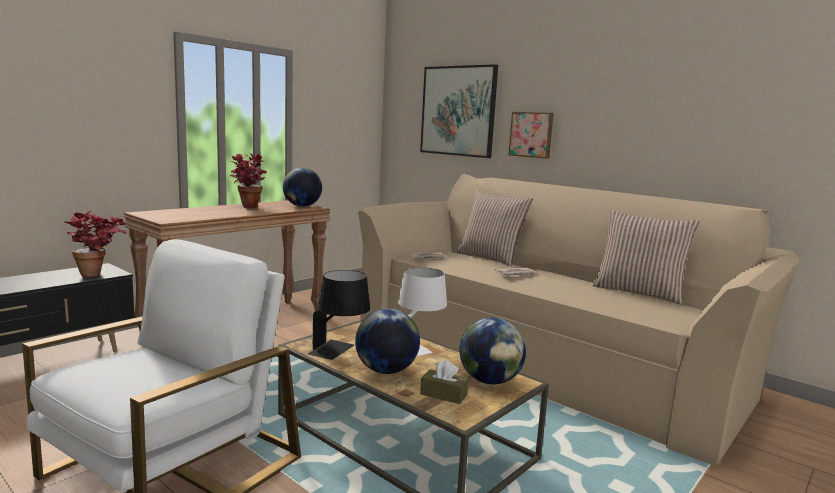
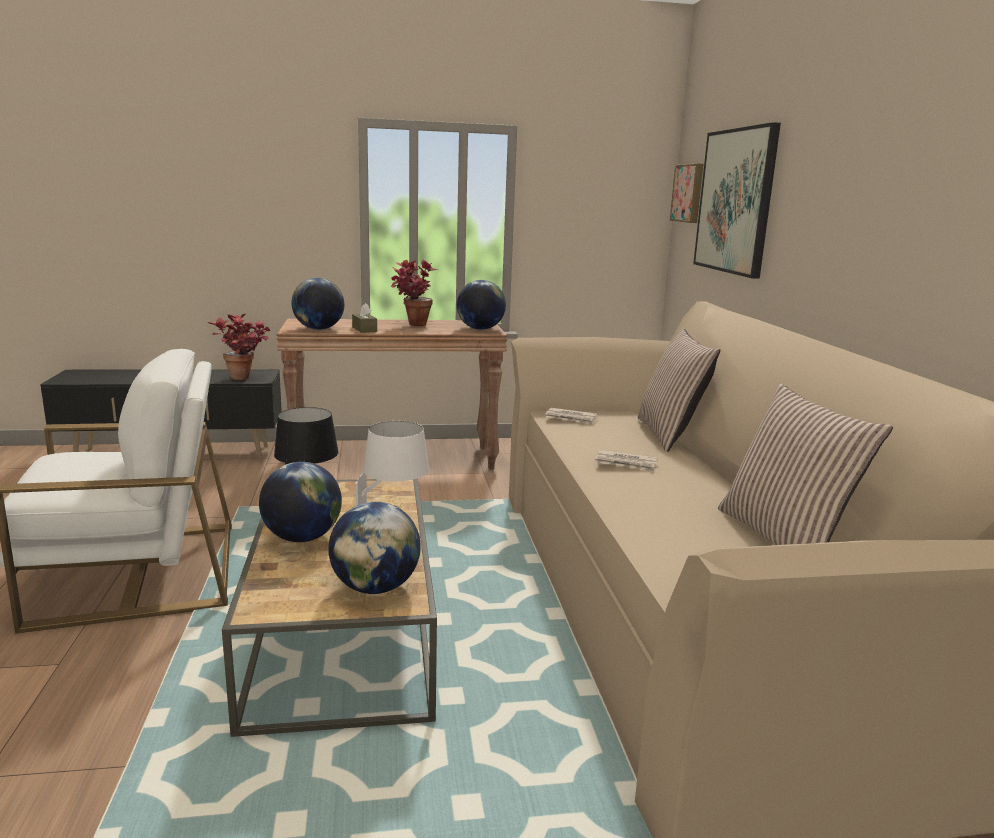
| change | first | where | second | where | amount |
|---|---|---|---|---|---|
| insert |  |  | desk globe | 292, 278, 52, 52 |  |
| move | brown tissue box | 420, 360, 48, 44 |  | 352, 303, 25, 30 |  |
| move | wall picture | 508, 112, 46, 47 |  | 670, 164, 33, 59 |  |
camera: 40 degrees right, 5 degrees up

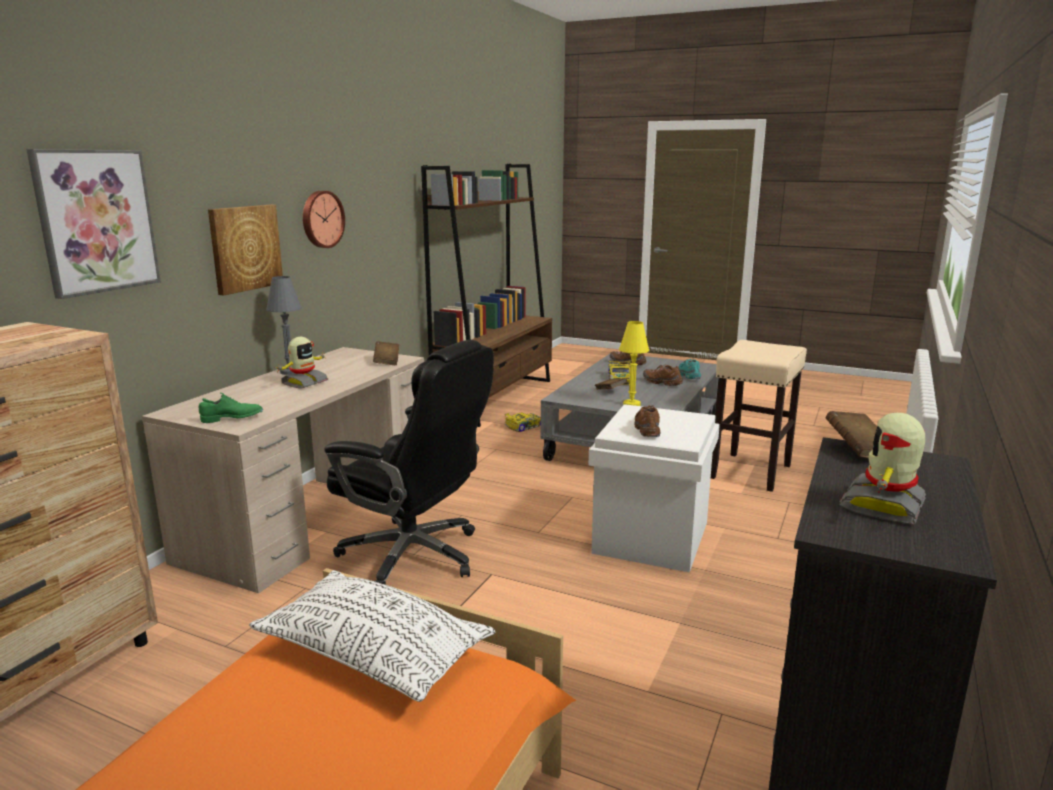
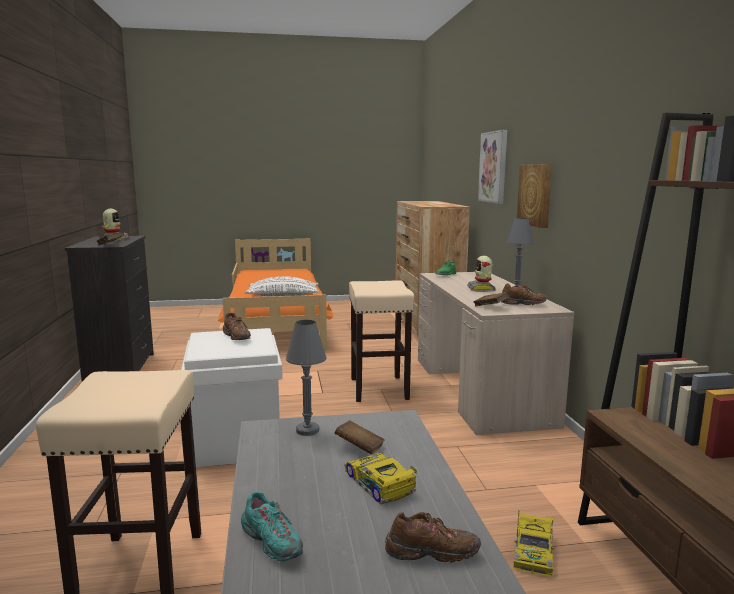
| change | first | where | second | where | amount |
|---|---|---|---|---|---|
| delete | hanging clock | 303, 191, 42, 57 |  |  |  |
| move | brown item of footwear | 643, 364, 40, 22 |  | 501, 283, 46, 22 |  |
| replace | black-coloured office chair | 324, 340, 170, 245 | sand-coloured stool | 349, 280, 65, 122 |  |
| recolor | yellowish tabletop lamp | 619, 321, 30, 85 | grey tabletop lamp | 286, 320, 41, 116 |  |
camera: 145 degrees right, 5 degrees down

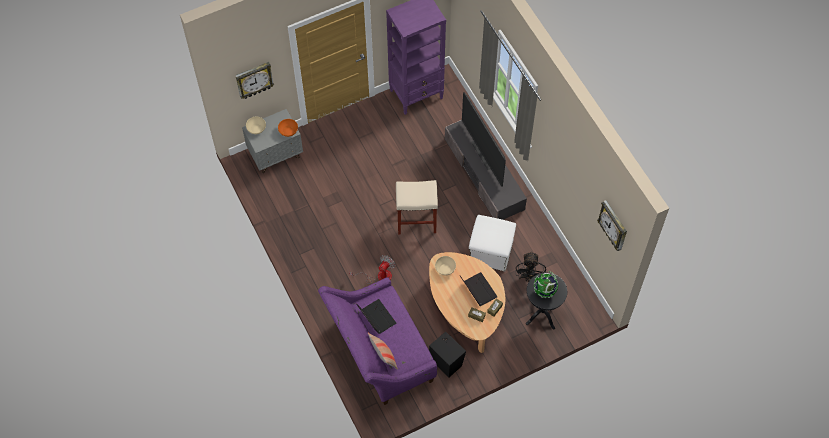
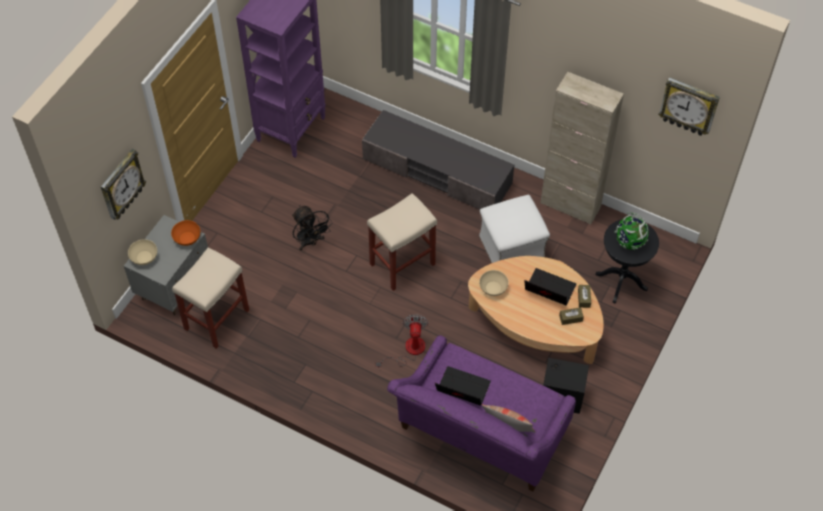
| change | first | where | second | where | amount |
|---|---|---|---|---|---|
| delete | television | 462, 92, 44, 95 |  |  |  |
| insert |  |  | sand-coloured stool | 172, 247, 77, 102 |  |
| insert |  |  | sand-coloured cabinet | 540, 72, 84, 153 |  |
| move | black-coloured electric fan | 516, 251, 30, 31 |  | 292, 205, 41, 45 |  |
camera: 35 degrees left, 5 degrees down

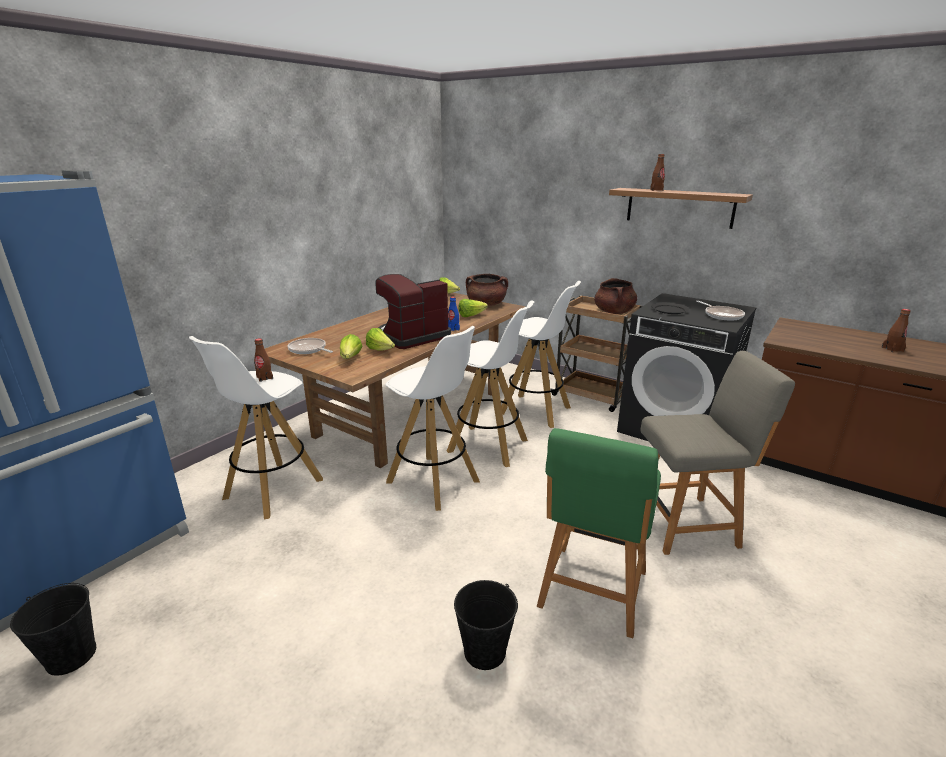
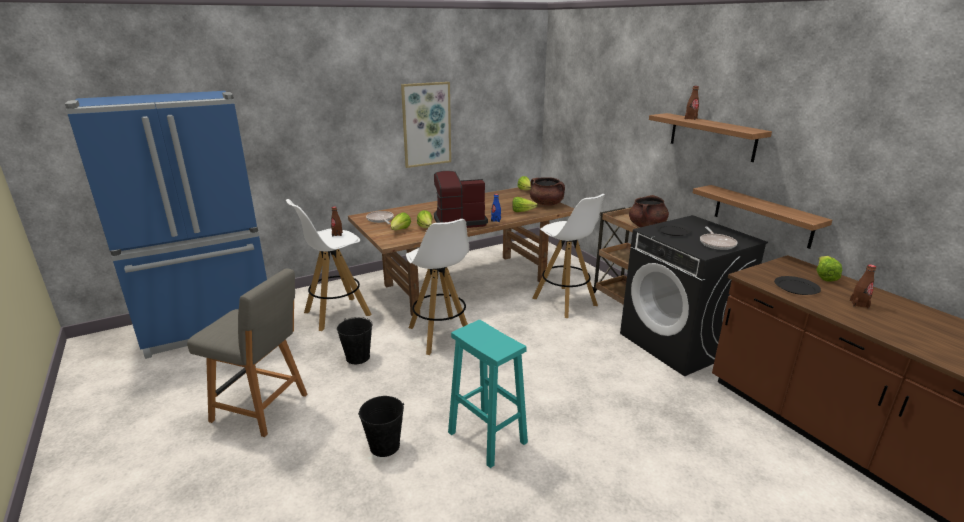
| change | first | where | second | where | amount |
|---|---|---|---|---|---|
| delete | white stool | 447, 300, 87, 167 |  |  |  |
| insert |  |  | wall picture | 401, 82, 50, 86 |  |
| insert |  |  | wall shelf | 693, 185, 139, 64 |  |
| insert |  |  | black-coloured flat dish | 774, 276, 47, 19 |  |
| insert |  |  | lettuce head | 816, 256, 26, 26 |  |
| move | black-coloured pail | 10, 583, 86, 93 |  | 337, 317, 36, 47 |  |
| move | grey plain chair | 640, 351, 155, 204 |  | 187, 268, 120, 169 |  |
| replace | green plain chair | 537, 428, 124, 210 | blue-green stool | 448, 320, 80, 148 |  |
camera: 25 degrees right, 0 degrees up

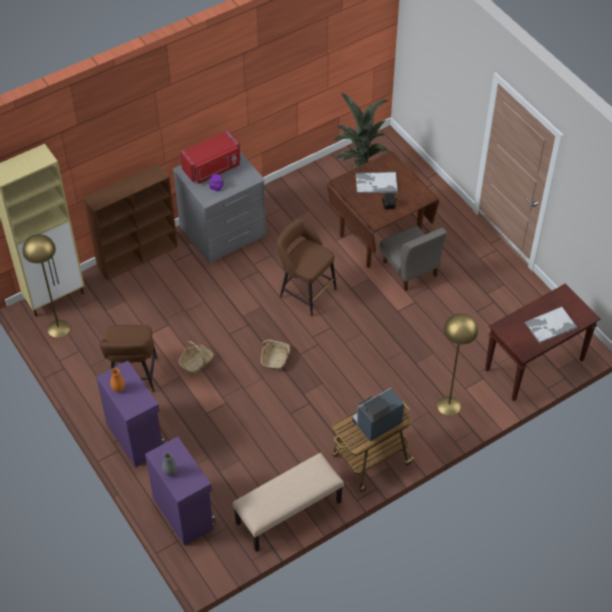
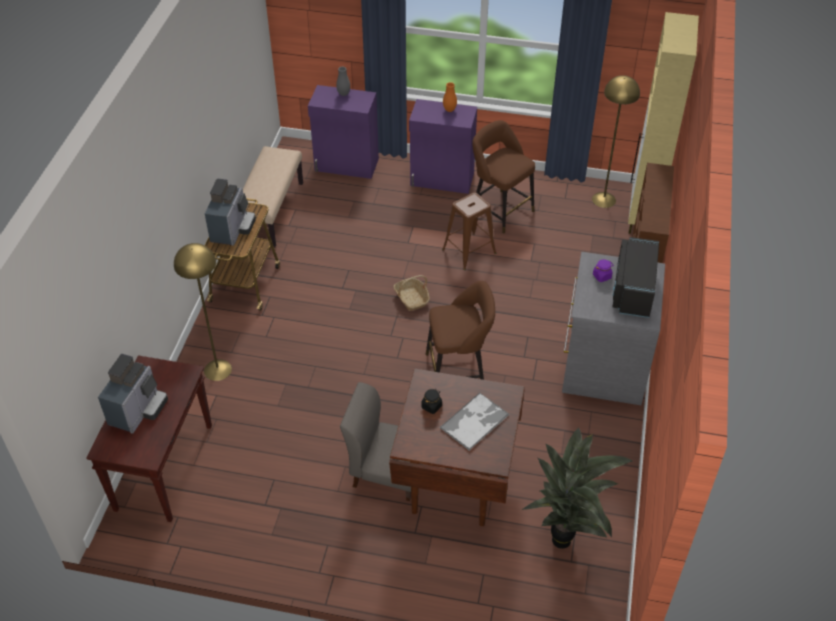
| change | first | where | second | where | amount |
|---|---|---|---|---|---|
| replace | household basket | 178, 341, 36, 34 | brown stool | 442, 192, 54, 78 |  |
| replace | carrying tray | 524, 306, 53, 37 | coffee brewer | 98, 354, 70, 80 |  |
| recolor | reddish microwave | 180, 130, 61, 54 | black-coloured microwave | 613, 237, 46, 81 |  |
camera: 135 degrees right, 5 degrees down

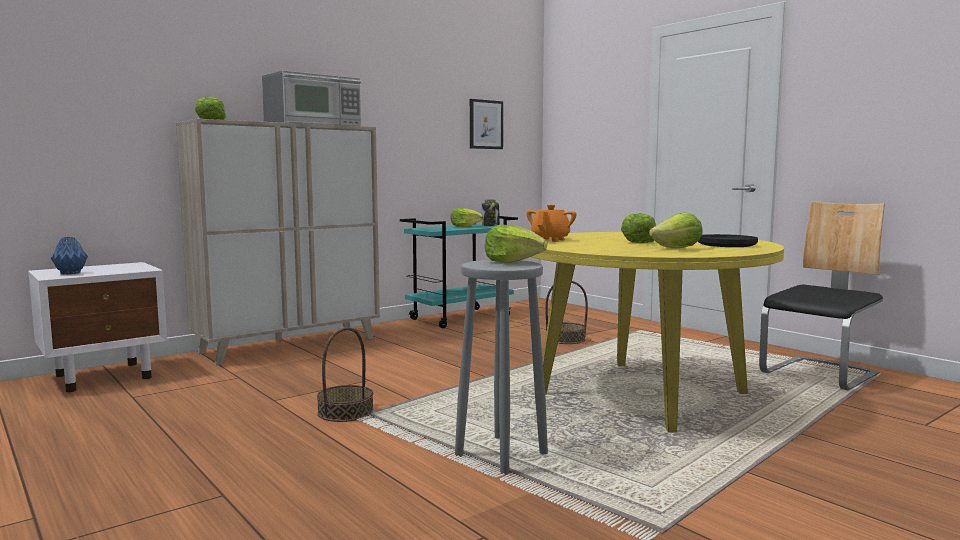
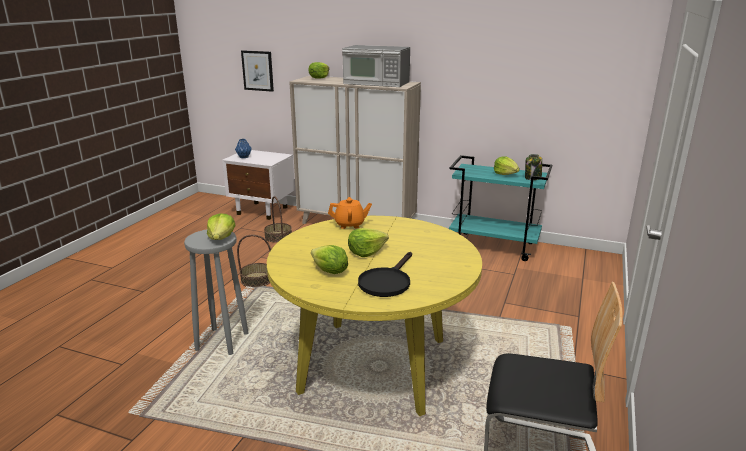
| change | first | where | second | where | amount |
|---|---|---|---|---|---|
| move | wall picture | 470, 99, 33, 50 |  | 241, 50, 33, 42 |  |
| move | household basket | 545, 281, 43, 63 |  | 264, 196, 28, 47 |  |
camera: 60 degrees right, 15 degrees up

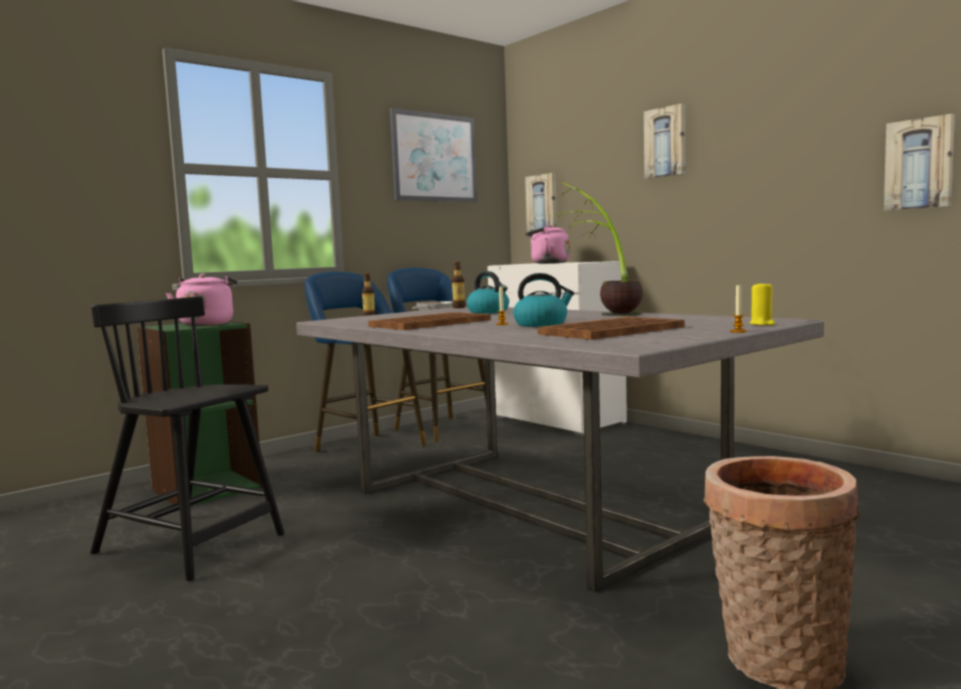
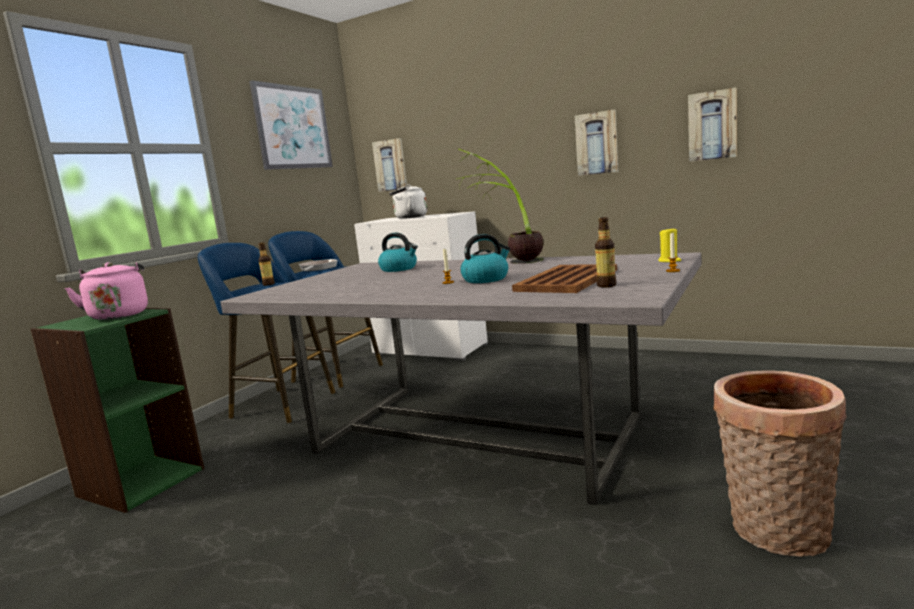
| change | first | where | second | where | amount |
|---|---|---|---|---|---|
| delete | black-coloured plain chair | 90, 296, 194, 285 |  |  |  |
| delete | brown carrying tray | 368, 312, 123, 18 |  |  |  |
| move | drink bottle | 452, 262, 13, 46 |  | 595, 217, 21, 71 |  |
| move | wall picture | 644, 103, 42, 76 |  | 575, 110, 43, 66 |  |
| recolor | pink kettle | 525, 225, 45, 39 | white kettle | 389, 184, 38, 35 |  |
camera: 20 degrees left, 5 degrees up

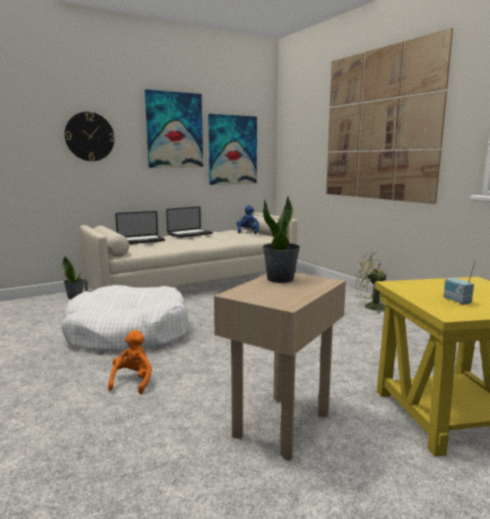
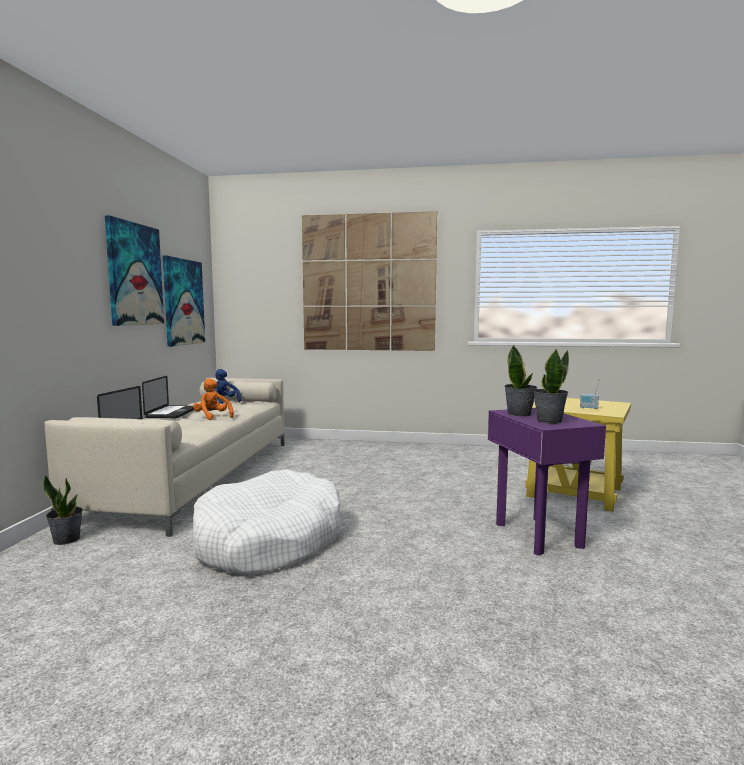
| change | first | where | second | where | amount |
|---|---|---|---|---|---|
| delete | hanging clock | 65, 112, 49, 49 |  |  |  |
| delete | green electric fan | 355, 252, 31, 62 |  |  |  |
| insert |  |  | plant in a pot | 533, 349, 36, 74 |  |
| move | orange cuddly toy | 108, 330, 44, 64 |  | 193, 379, 41, 41 |  |
| recolor | sand-coloured end table | 214, 273, 132, 187 | purple end table | 488, 408, 118, 147 |  |
camera: 50 degrees left, 5 degrees down

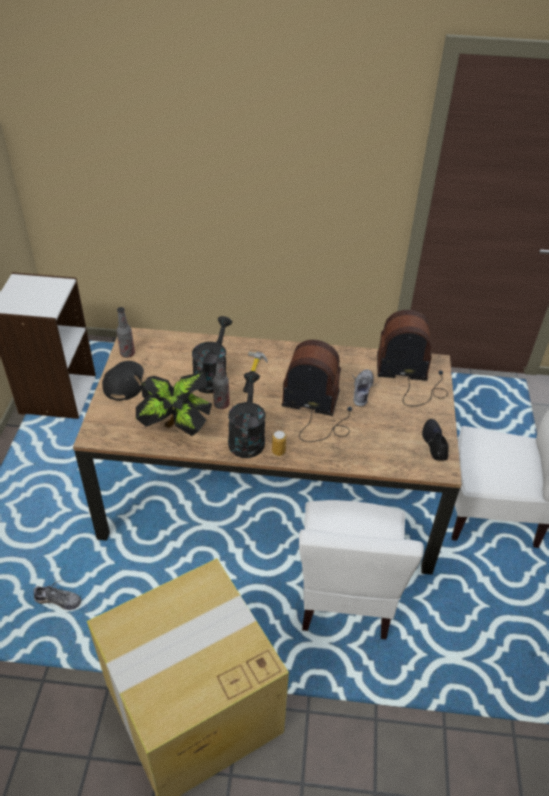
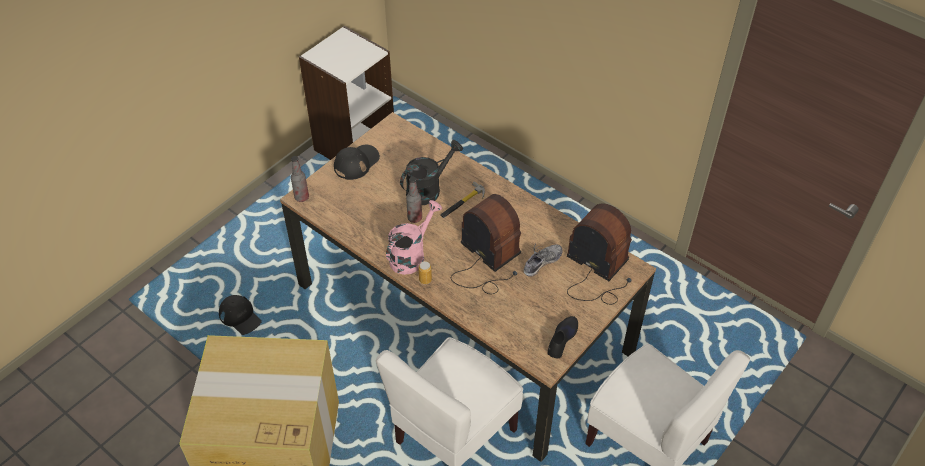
| change | first | where | second | where | amount |
|---|---|---|---|---|---|
| delete | plant in a pot | 136, 372, 76, 64 |  |  |  |
| move | drink bottle | 117, 307, 18, 51 |  | 291, 156, 18, 46 |  |
| replace | item of footwear | 34, 581, 47, 29 | black-coloured peaked cap | 219, 295, 43, 40 |  |
| recolor | black-coloured sprinkling can | 228, 372, 38, 86 | pink sprinkling can | 386, 200, 56, 75 |  |
camera: 35 degrees right, 5 degrees up

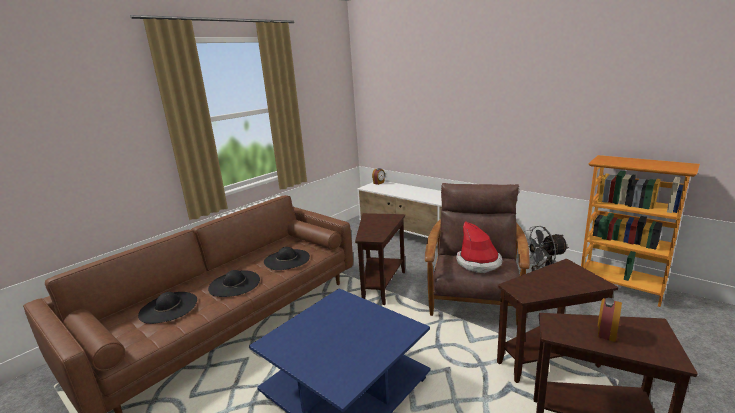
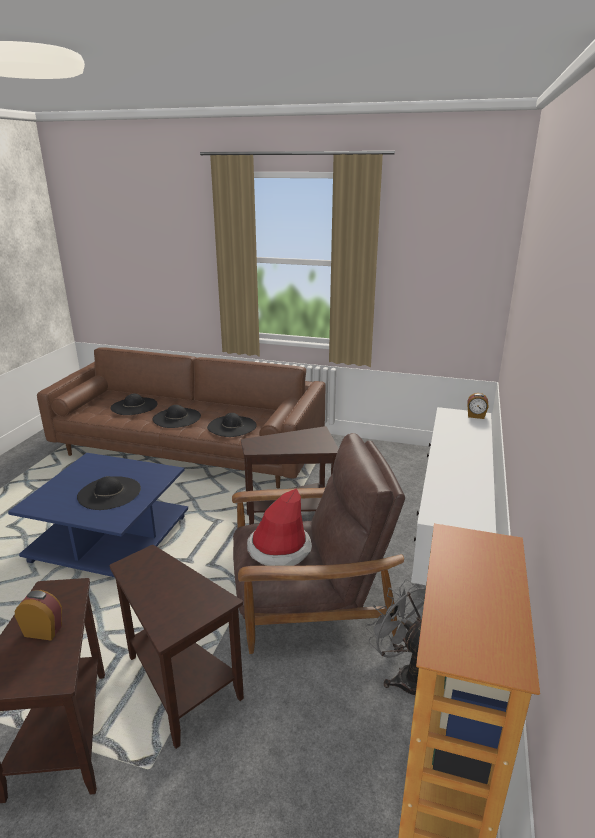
| change | first | where | second | where | amount |
|---|---|---|---|---|---|
| insert |  |  | black-coloured wearable hat | 77, 476, 64, 34 |  |
camera: 65 degrees right, 5 degrees up

